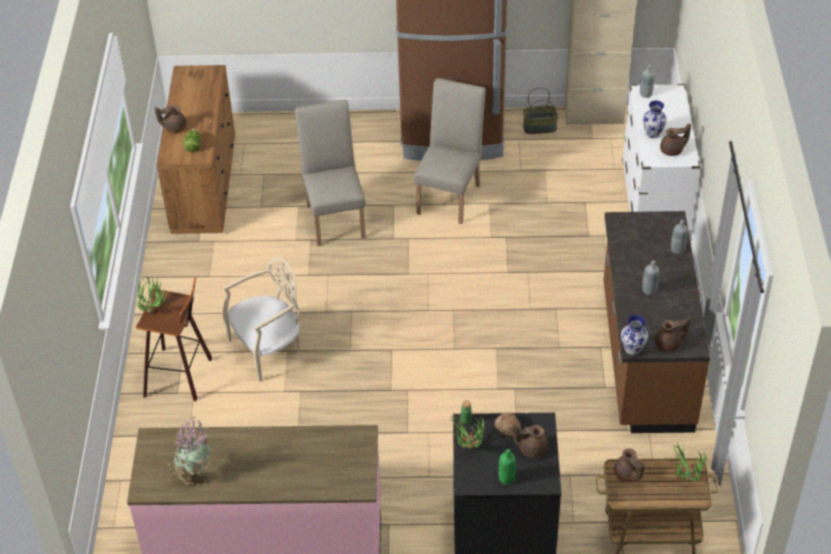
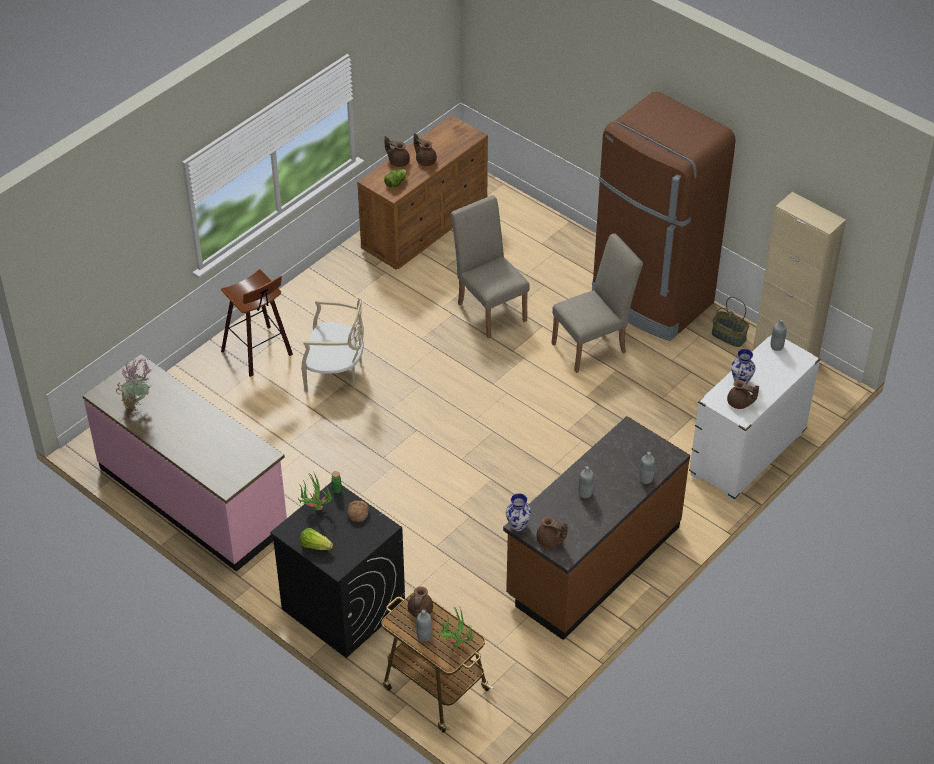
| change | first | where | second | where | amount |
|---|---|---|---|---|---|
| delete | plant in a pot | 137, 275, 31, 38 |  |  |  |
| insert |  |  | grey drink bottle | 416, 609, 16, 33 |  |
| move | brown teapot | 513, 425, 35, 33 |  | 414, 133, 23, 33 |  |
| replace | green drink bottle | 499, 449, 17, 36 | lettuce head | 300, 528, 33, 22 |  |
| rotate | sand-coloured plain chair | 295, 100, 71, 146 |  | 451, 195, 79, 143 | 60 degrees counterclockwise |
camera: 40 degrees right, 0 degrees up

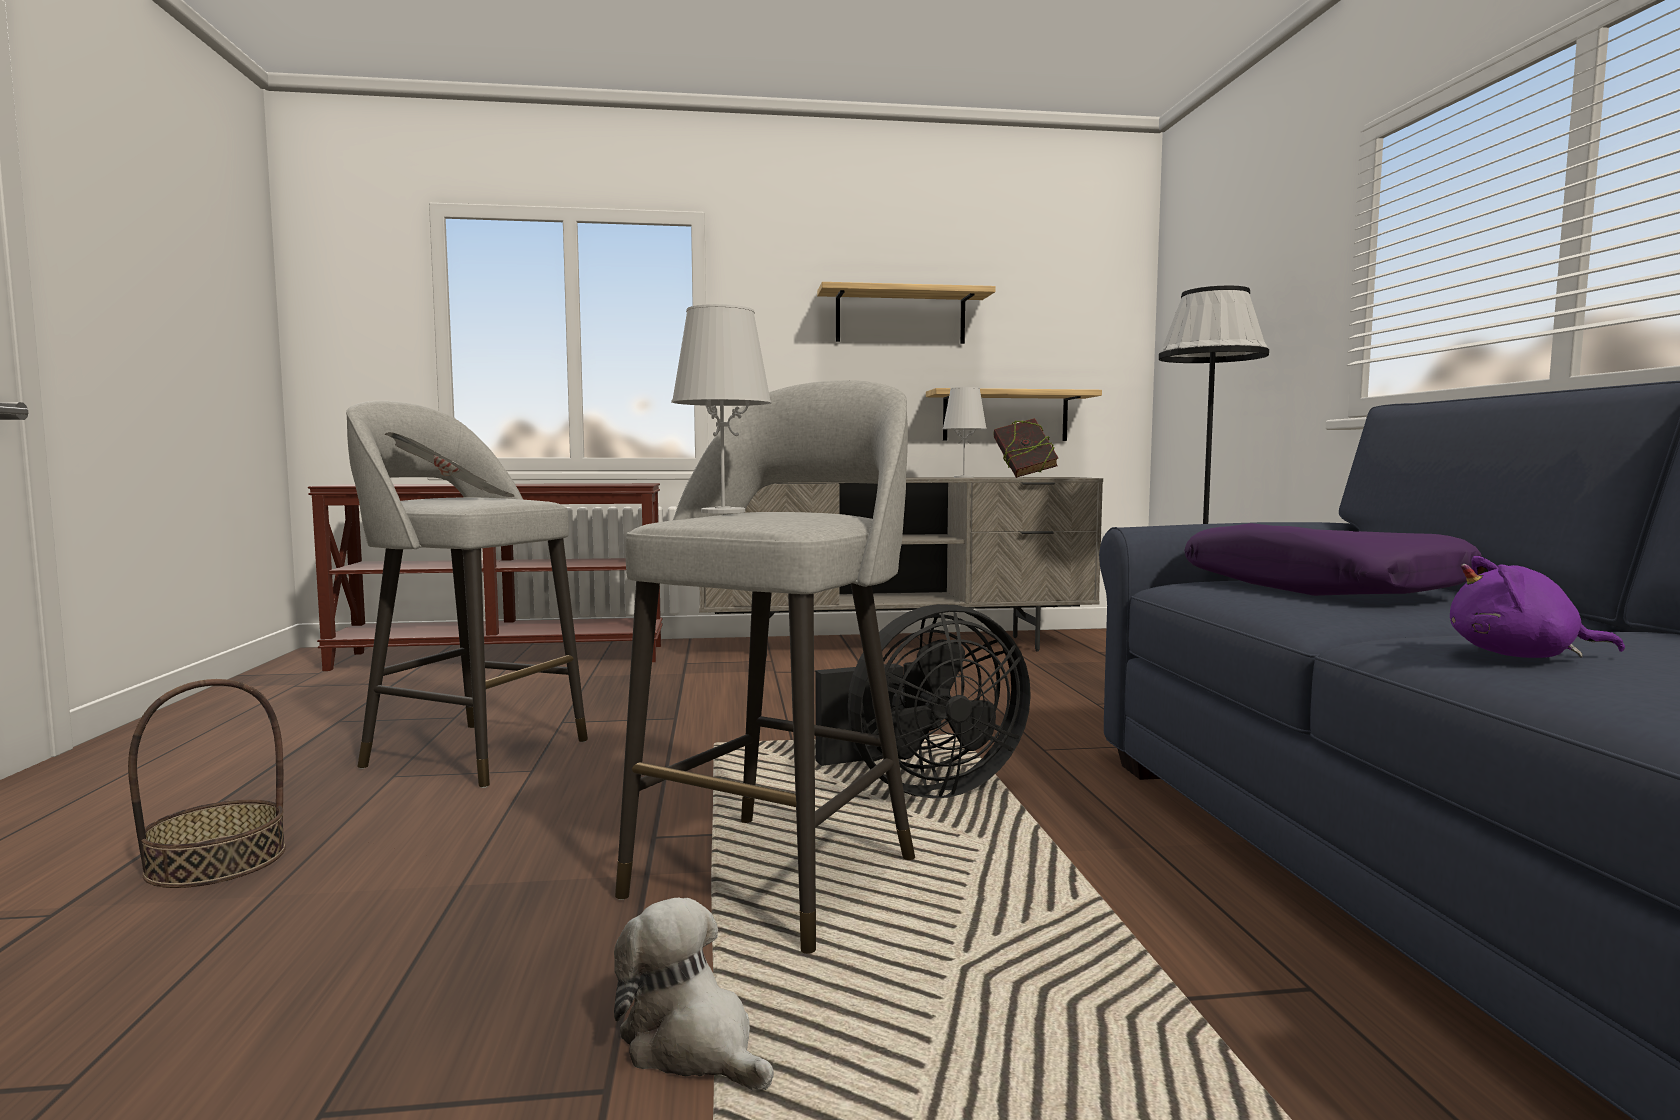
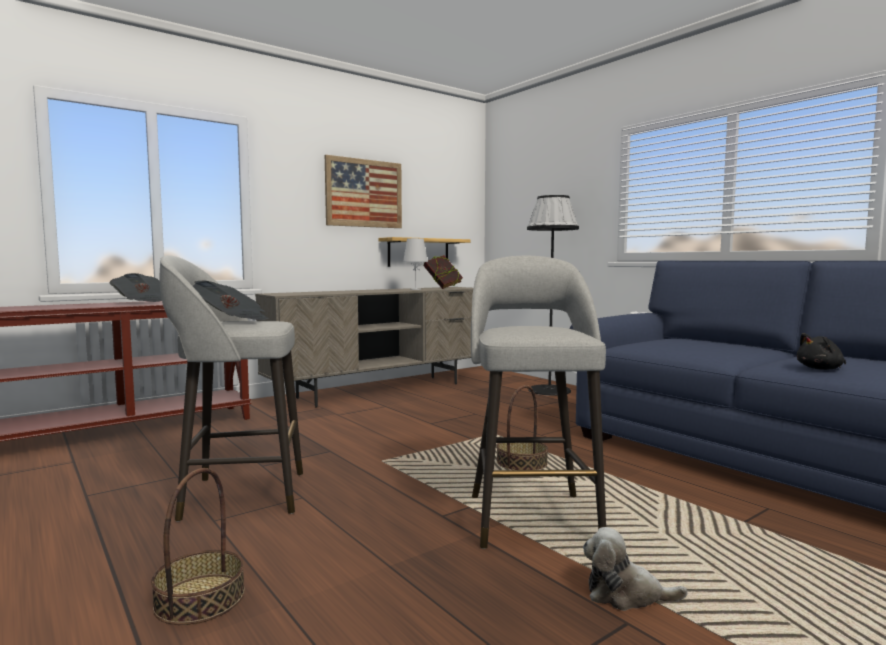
| change | first | where | second | where | amount |
|---|---|---|---|---|---|
| delete | white tabletop lamp | 671, 304, 101, 209 |  |  |  |
| delete | purple throw pillow | 1184, 523, 298, 73 |  |  |  |
| insert |  |  | newspaper | 109, 273, 53, 29 |  |
| replace | black-coloured electric fan | 815, 604, 216, 194 | household basket | 497, 385, 51, 85 |  |
| replace | wall shelf | 817, 282, 179, 62 | wall picture | 325, 155, 77, 73 |  |
| recolor | purple cuddly toy | 1450, 556, 175, 102 | black-coloured cuddly toy | 797, 333, 49, 37 |  |
camera: 30 degrees left, 0 degrees up

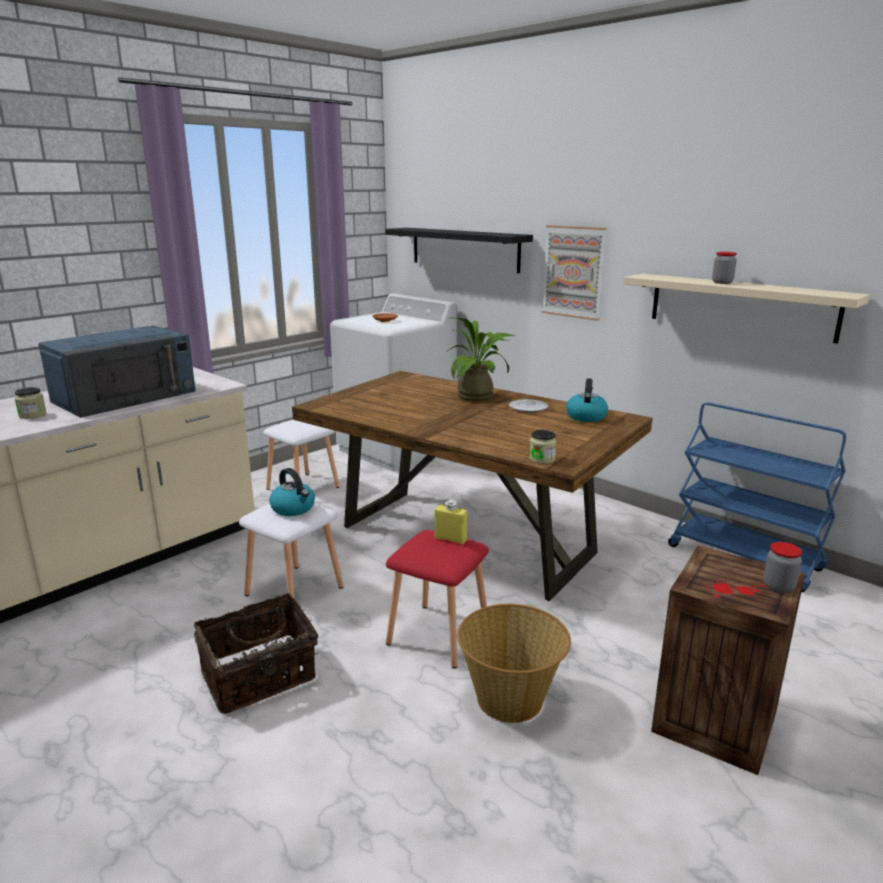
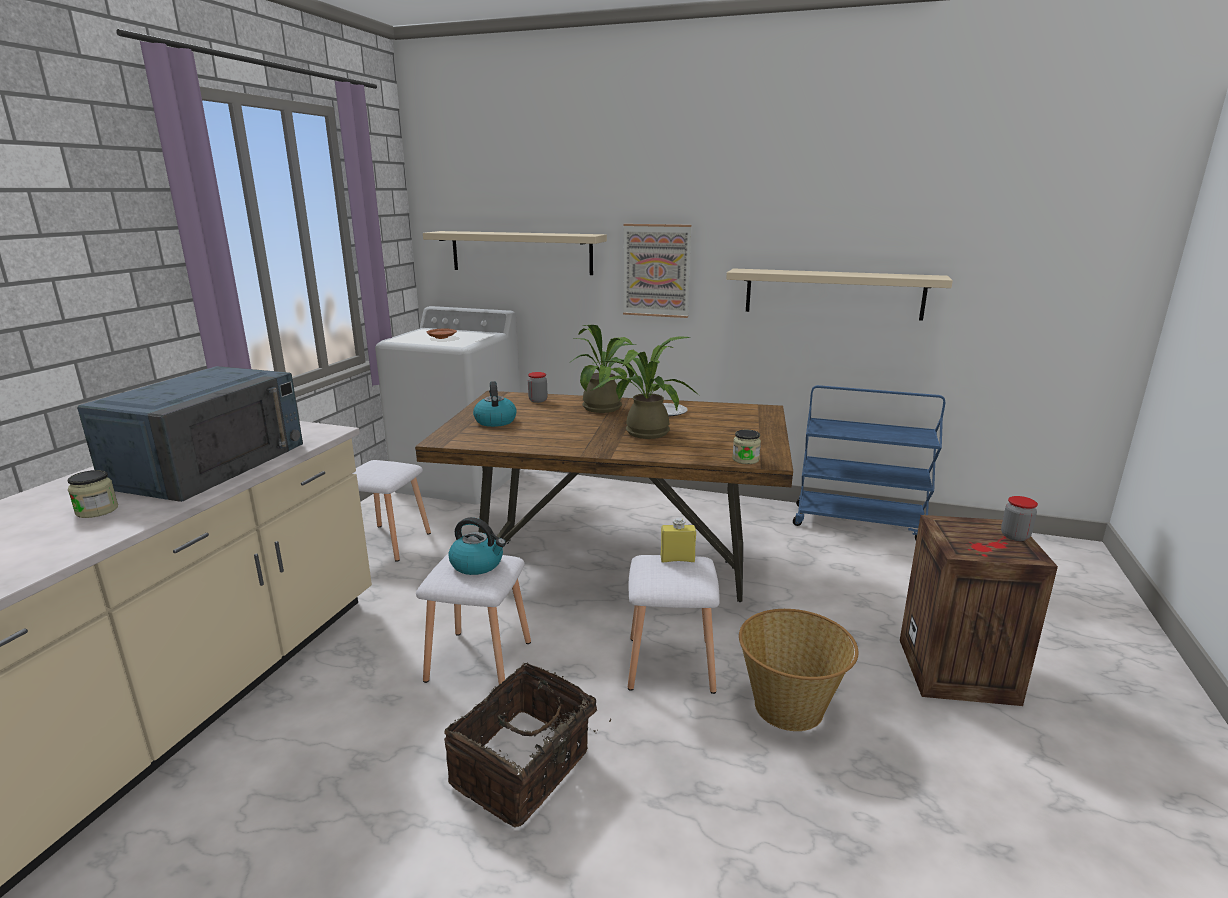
| change | first | where | second | where | amount |
|---|---|---|---|---|---|
| insert |  |  | plant in a pot | 592, 336, 107, 103 |  |
| move | kettle | 566, 378, 42, 44 |  | 473, 381, 44, 46 |  |
| move | preserve jar | 712, 252, 25, 32 |  | 528, 372, 20, 31 |  |
| recolor | black-coloured wall shelf | 385, 228, 148, 45 | sand-coloured wall shelf | 423, 231, 184, 44 |  |
| recolor | reddish stool | 386, 530, 103, 139 | white stool | 628, 555, 92, 139 |  |
camera: 25 degrees left, 0 degrees up

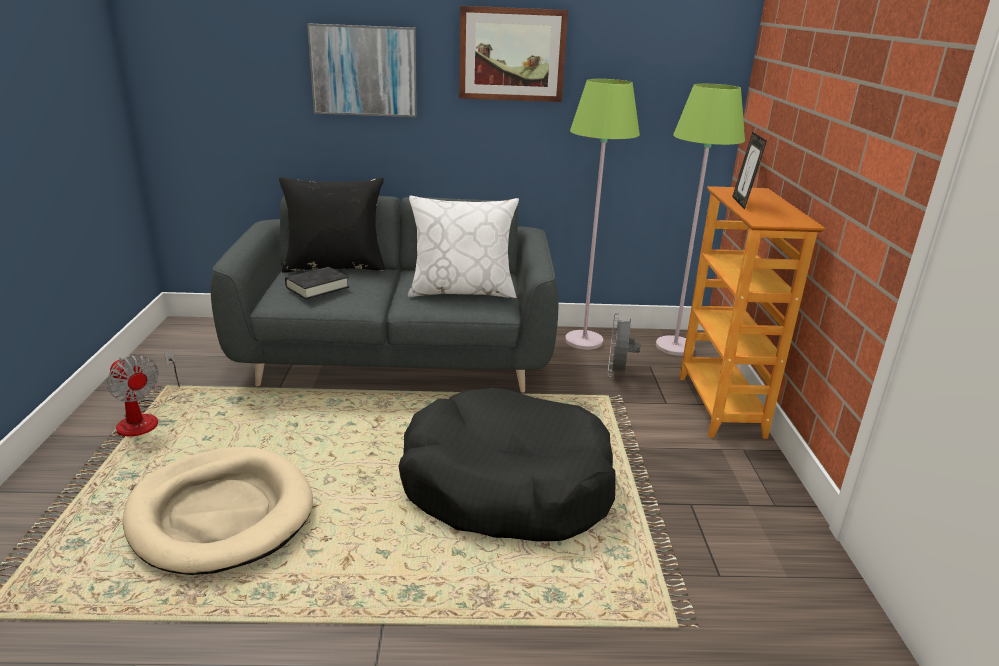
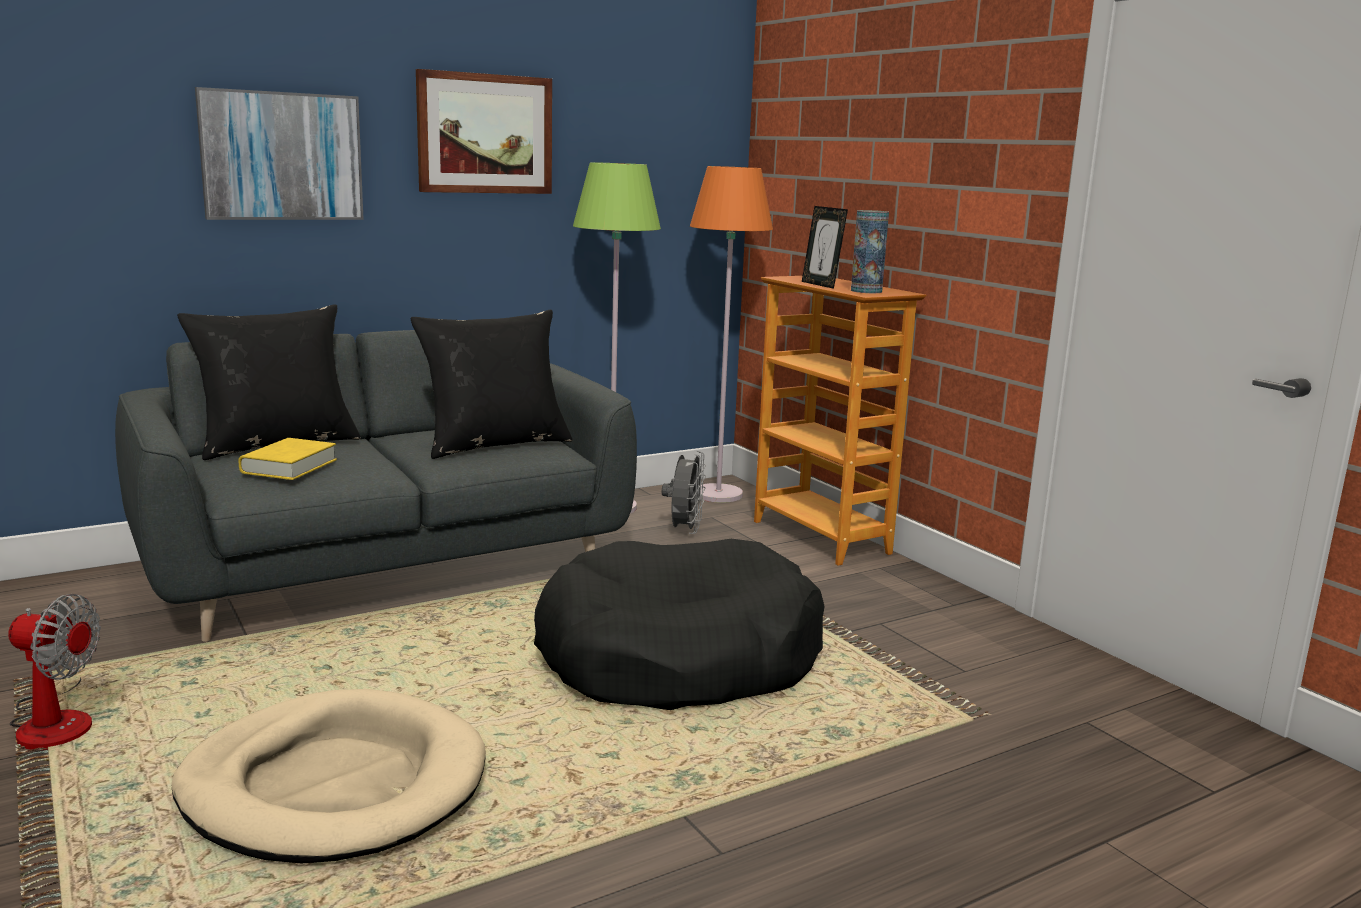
| change | first | where | second | where | amount |
|---|---|---|---|---|---|
| insert |  |  | flower vase | 851, 210, 38, 83 |  |
| recolor | black-coloured volume | 285, 267, 64, 32 | yellowish volume | 239, 438, 98, 42 |  |
| recolor | white throw pillow | 408, 196, 111, 103 | black-coloured throw pillow | 411, 310, 161, 149 |  |
| recolor | green standard lamp | 656, 84, 89, 272 | orange standard lamp | 690, 166, 83, 337 |  |
| rotate | grey electric fan | 607, 313, 34, 64 |  | 662, 451, 44, 83 | 150 degrees counterclockwise |
camera: 30 degrees left, 10 degrees down

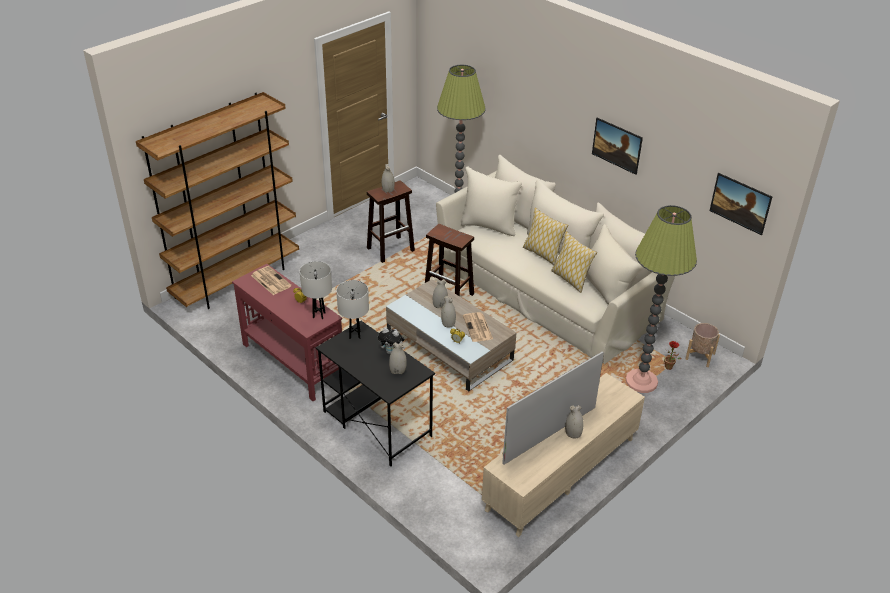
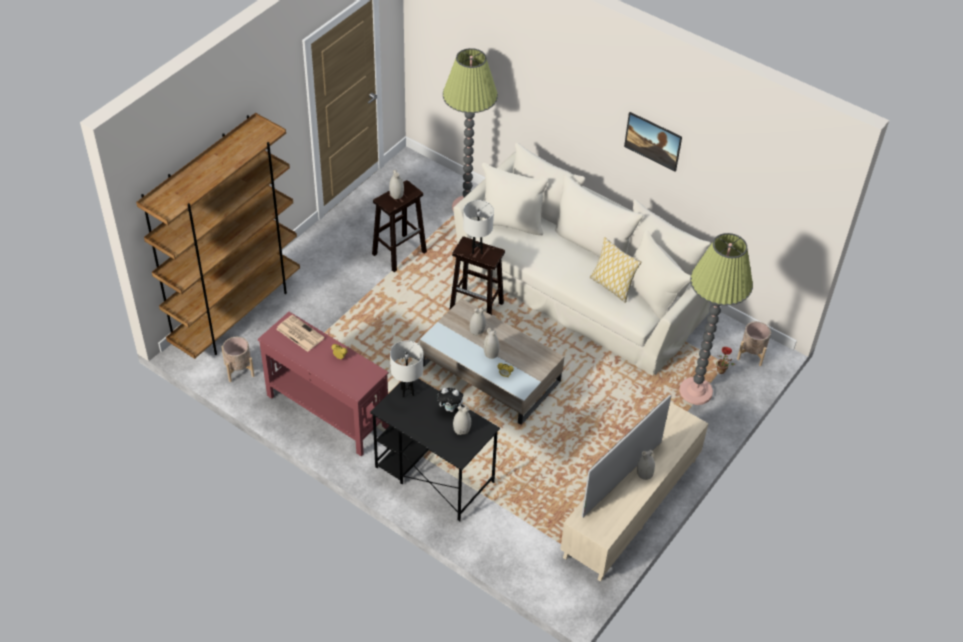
| change | first | where | second | where | amount |
|---|---|---|---|---|---|
| delete | newspaper | 463, 312, 30, 30 |  |  |  |
| delete | throw pillow | 523, 208, 45, 57 |  |  |  |
| delete | wall picture | 710, 173, 62, 62 |  |  |  |
| insert |  |  | sand-coloured plant pot | 222, 337, 32, 45 |  |
| move | white tabletop lamp | 300, 261, 32, 58 |  | 463, 200, 31, 54 |  |
camera: 10 degrees left, 10 degrees up

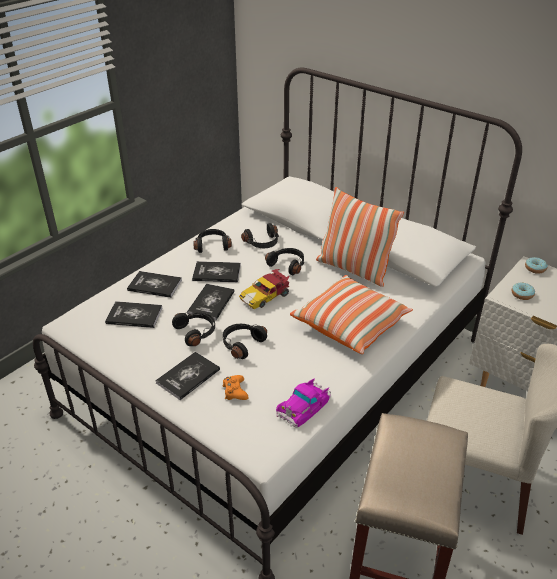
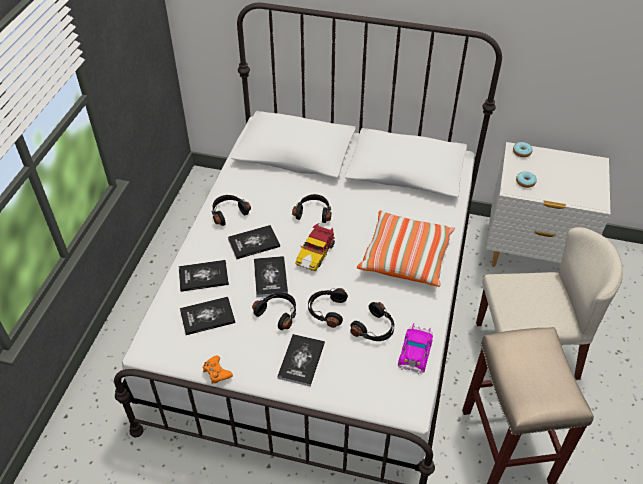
| change | first | where | second | where | amount |
|---|---|---|---|---|---|
| delete | throw pillow | 316, 187, 88, 100 |  |  |  |
| move | orange joypad | 223, 375, 26, 25 |  | 203, 355, 30, 29 |  |
| move | black-coloured pair of headphones | 241, 223, 38, 25 |  | 350, 302, 44, 39 |  |
camera: 25 degrees left, 10 degrees up

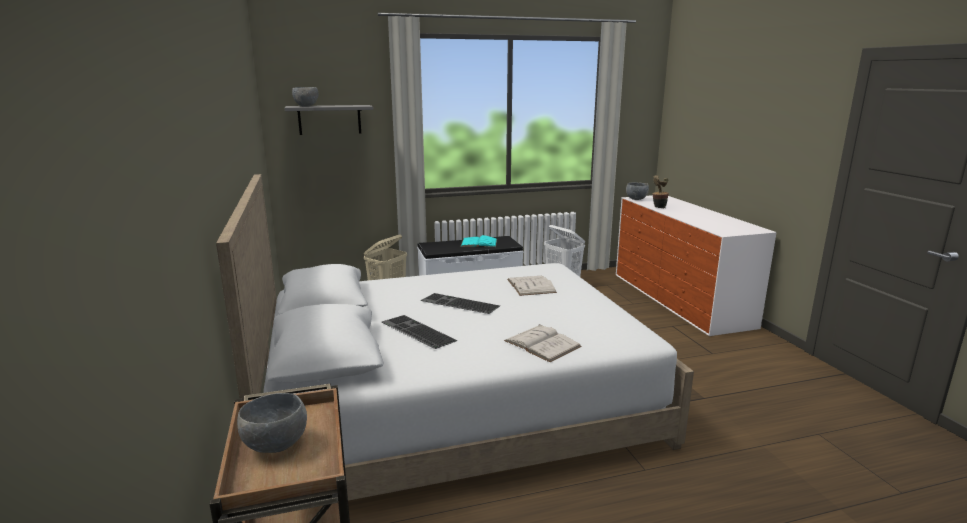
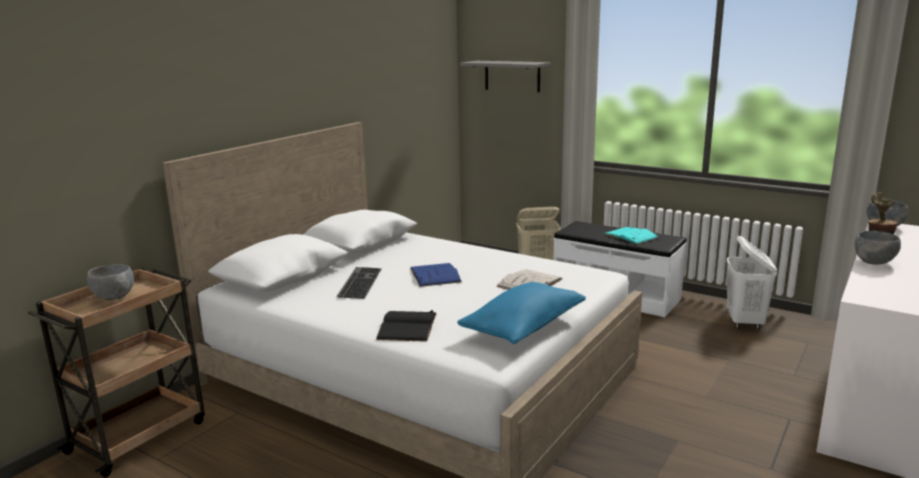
| change | first | where | second | where | amount |
|---|---|---|---|---|---|
| insert |  |  | blue-coloured throw pillow | 457, 282, 129, 62 |  |
| move | grey bowl | 292, 87, 26, 19 |  | 855, 231, 46, 34 |  |
| replace | keyboard | 421, 293, 79, 21 | blue-coloured volume | 410, 263, 52, 24 |  |
| recolor | white volume | 504, 324, 78, 38 | black-coloured volume | 376, 310, 61, 32 |  |
camera: 50 degrees right, 0 degrees up

